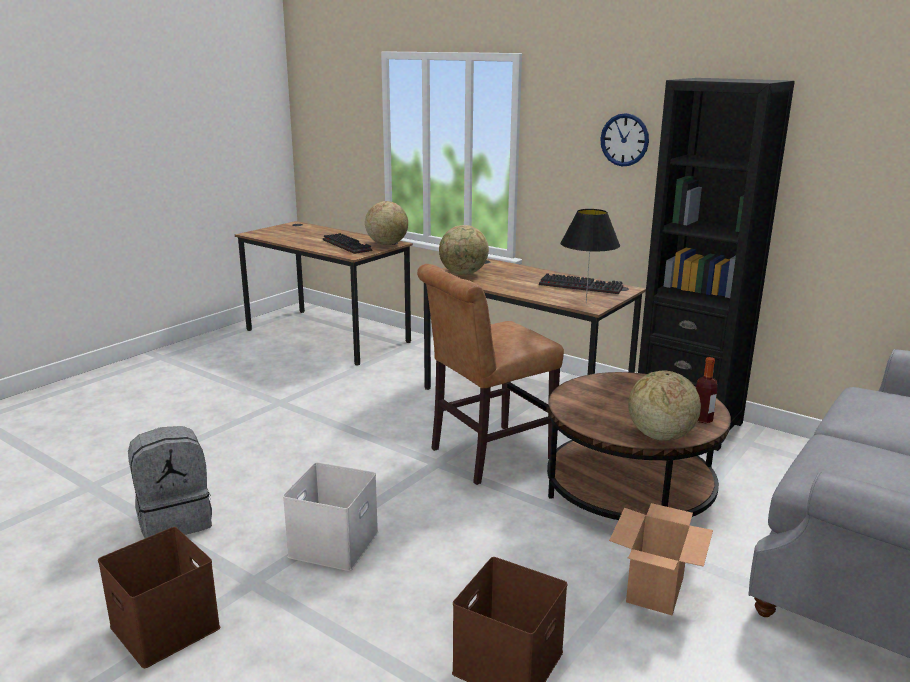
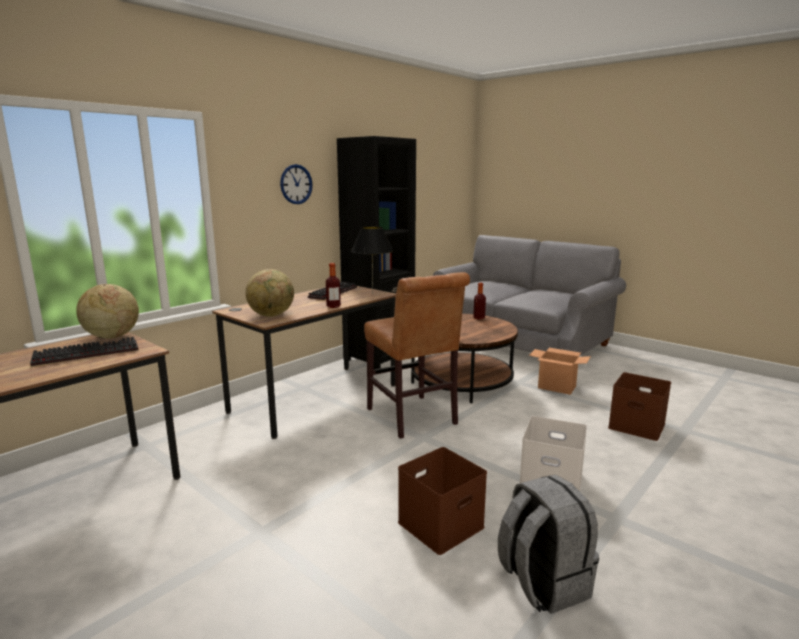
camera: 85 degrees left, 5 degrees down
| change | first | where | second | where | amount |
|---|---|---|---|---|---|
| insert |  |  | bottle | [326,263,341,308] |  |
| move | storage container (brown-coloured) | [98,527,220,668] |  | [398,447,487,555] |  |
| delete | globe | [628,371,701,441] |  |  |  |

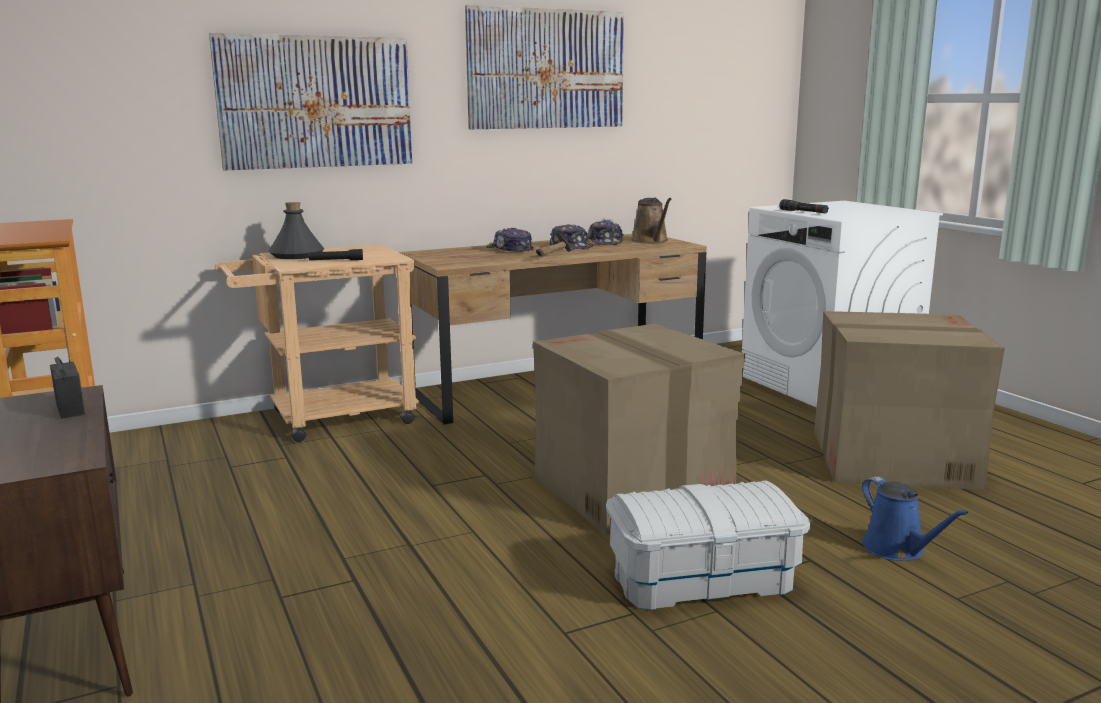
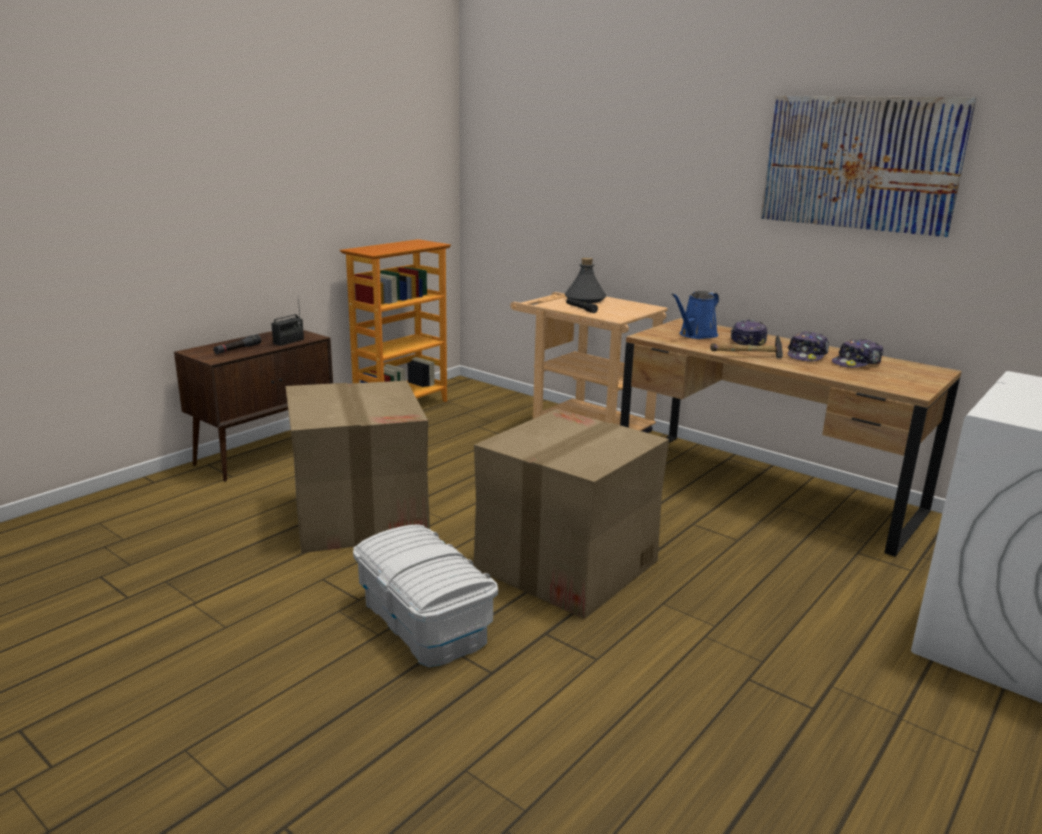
camera: 65 degrees right, 5 degrees up
| change | first | where | second | where | amount |
|---|---|---|---|---|---|
| move | torch (black) | [779,199,829,214] |  | [213,334,261,354] |  |
| move | cardboard box | [814,311,1005,490] |  | [285,381,430,553] |  |
| move | sprinkling can (blue) | [862,476,969,561] |  | [672,291,719,339] |  |
| delete | picture | [209,33,412,170] |  |  |  |
| delete | sprinkling can (brown-coloured) | [631,197,671,243] |  |  |  |

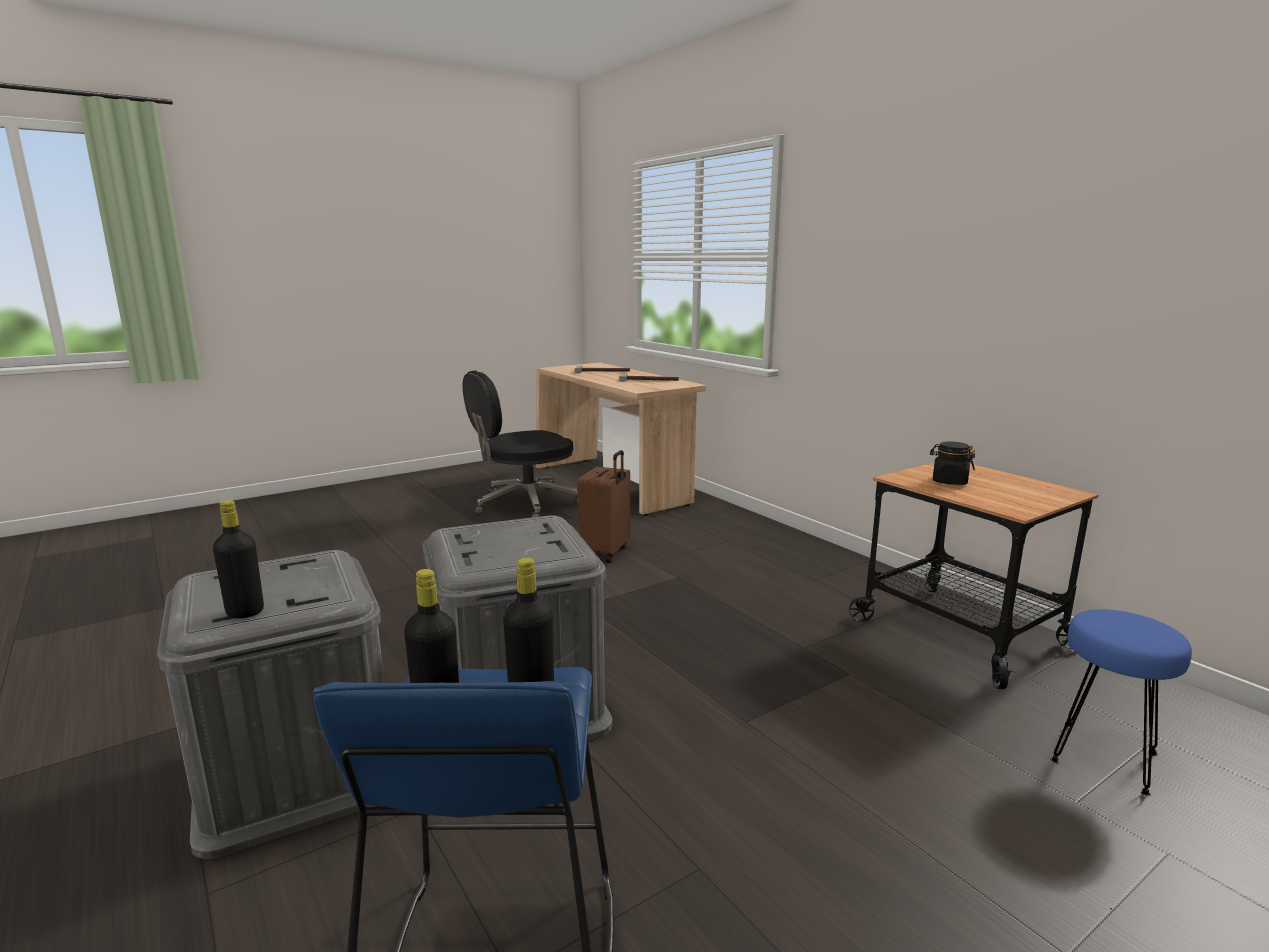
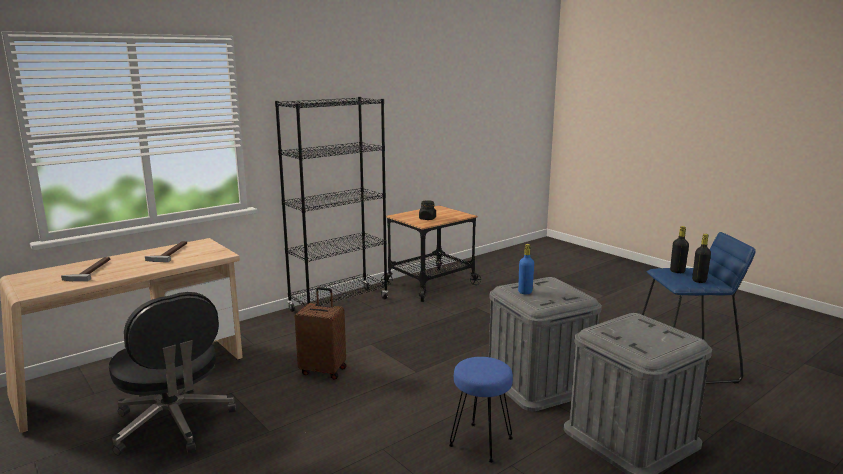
camera: 95 degrees left, 0 degrees up
| change | first | where | second | where | amount |
|---|---|---|---|---|---|
| insert |  |  | bookshelf (black) | [275,97,388,312] |  |
| move | sitting stool (blue) | [1051,609,1192,796] |  | [449,357,513,463] |  |
| insert |  |  | bottle (blue) | [518,244,534,294] |  |
| delete | bottle (black) | [213,500,264,618] |  |  |  |

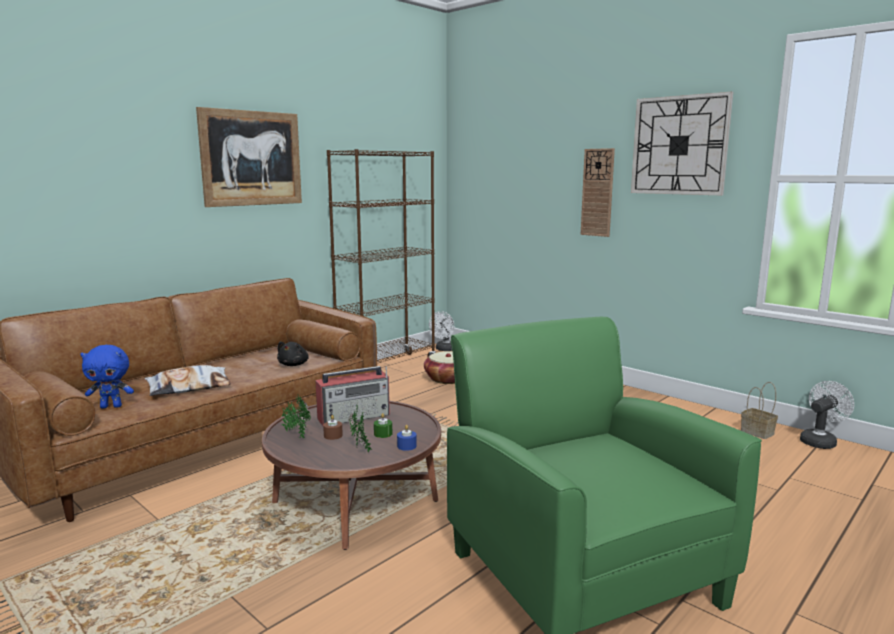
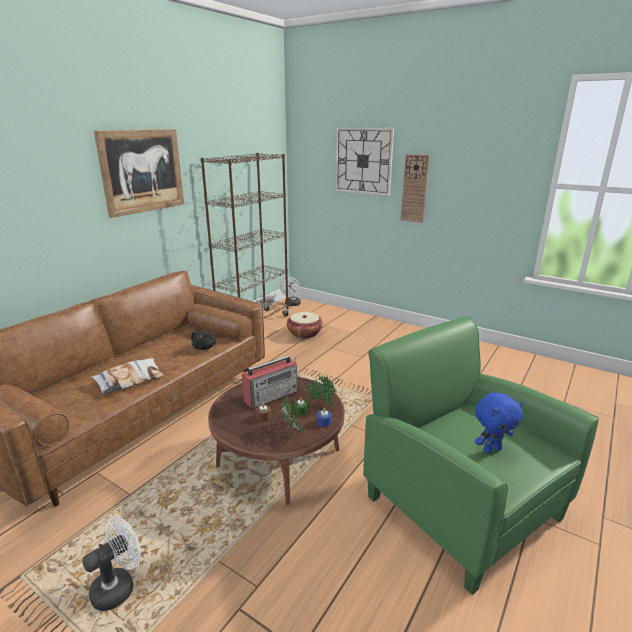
camera: 10 degrees left, 10 degrees up
| change | first | where | second | where | amount |
|---|---|---|---|---|---|
| move | electric fan (white-coloured) | [800,381,854,449] |  | [82,517,140,611] |  |
| move | plant in a pot | [281,395,311,438] |  | [305,375,337,407] |  |
| move | hanging clock | [631,91,733,195] |  | [335,127,394,196] |  |
| move | soft toy (blue) | [80,345,134,408] |  | [475,393,523,453] |  |
| delete | storage basket | [741,382,778,439] |  |  |  |

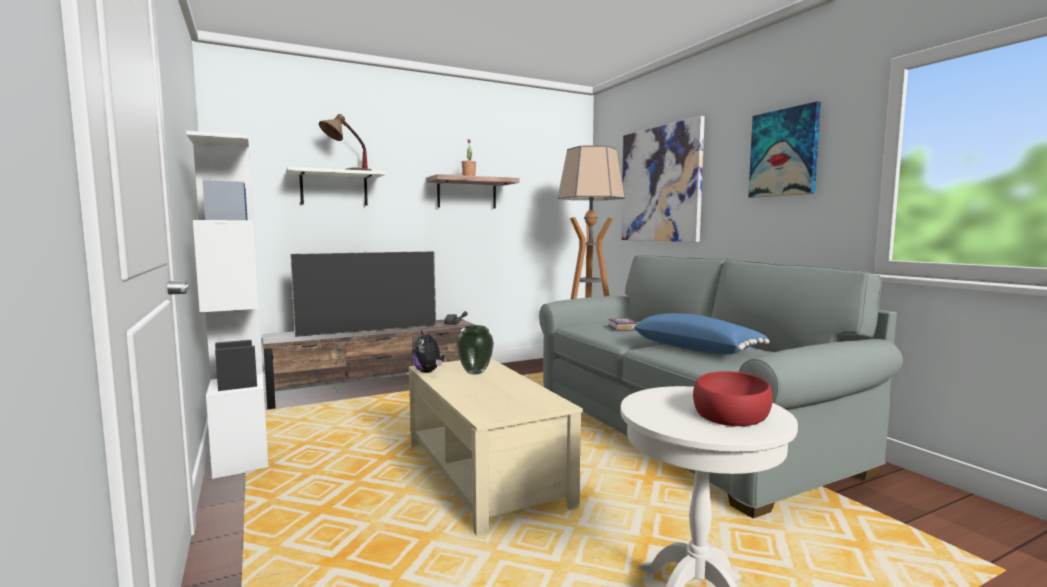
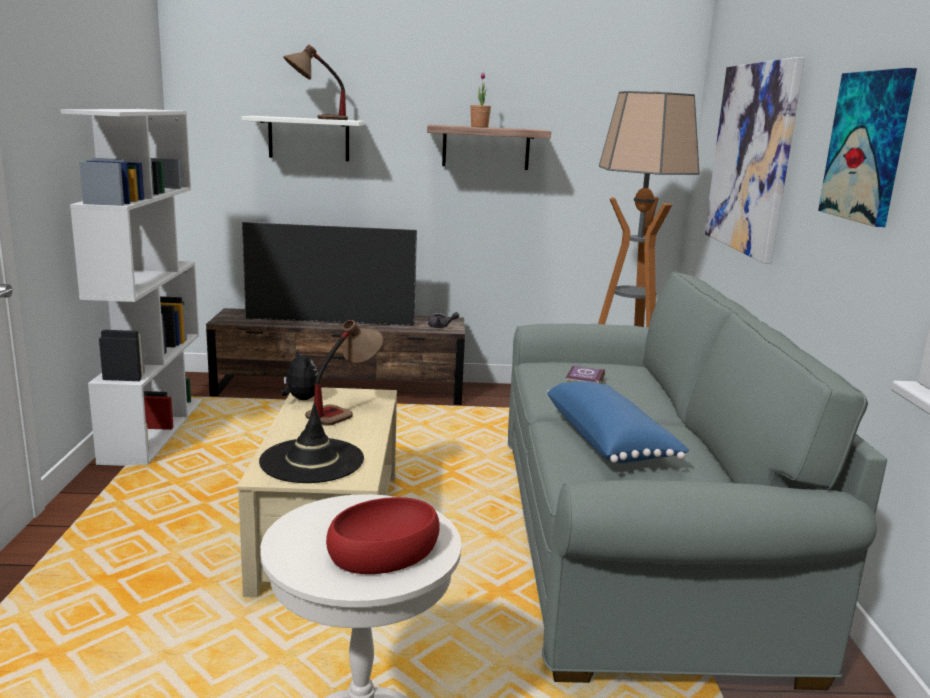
camera: 25 degrees right, 10 degrees up
| change | first | where | second | where | amount |
|---|---|---|---|---|---|
| insert |  |  | hat (black) | [259,403,364,483] |  |
| rotate | soft toy | [412,330,445,373] |  | [281,349,318,400] | 150 degrees clockwise |
| replace | flower vase | [456,325,494,375] | tabletop lamp | [305,320,383,426] |  |

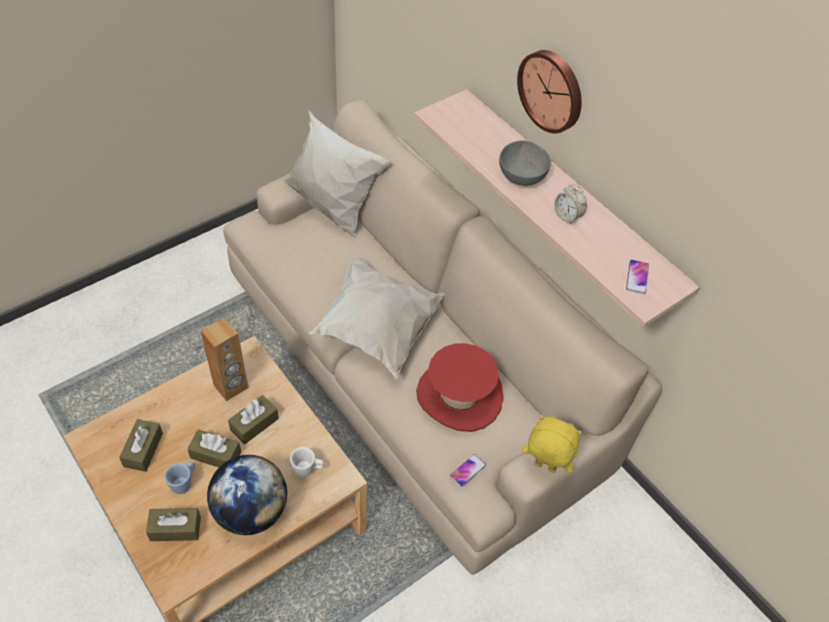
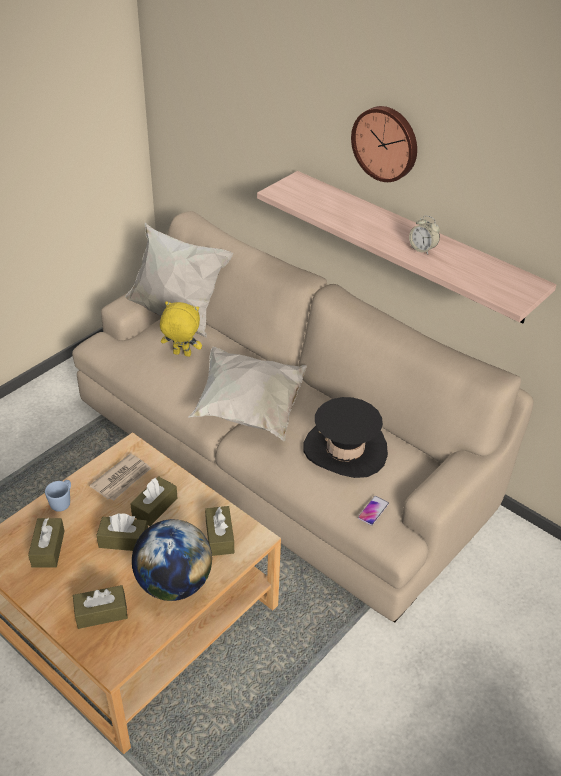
camera: 10 degrees left, 10 degrees down
| change | first | where | second | where | amount |
|---|---|---|---|---|---|
| move | tea mug (blue) | [164,462,195,494] |  | [45,480,71,512] |  |
| replace | speaker (brown-coloured) | [200,318,248,401] | newspaper | [89,453,152,501] |  |
| move | soft toy (yellowish) | [522,415,582,473] |  | [160,301,202,357] |  |
| replace | tea mug (white-coloured) | [290,447,324,477] | tissue box (brown-coloured) | [205,506,234,556] |  |
| recolor | hat (reddish) | [416,343,503,432] | hat (black) | [303,397,388,478] |  |
| delete | deep dish (grey) | [499,140,551,186] |  |  |  |
| delete | phone | [626,260,649,294] |  |  |  |

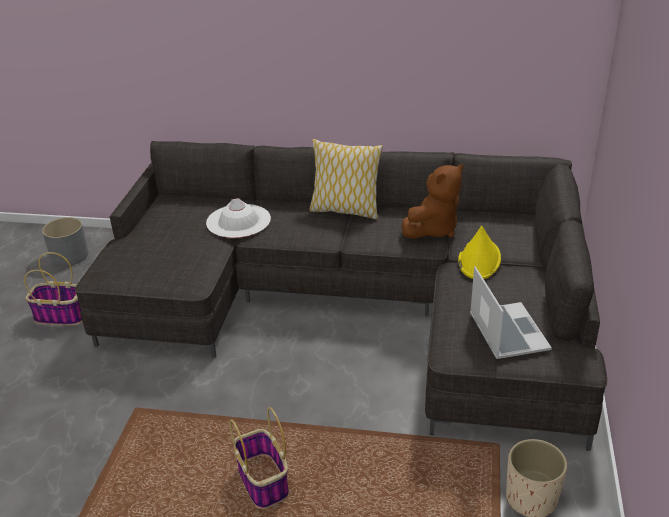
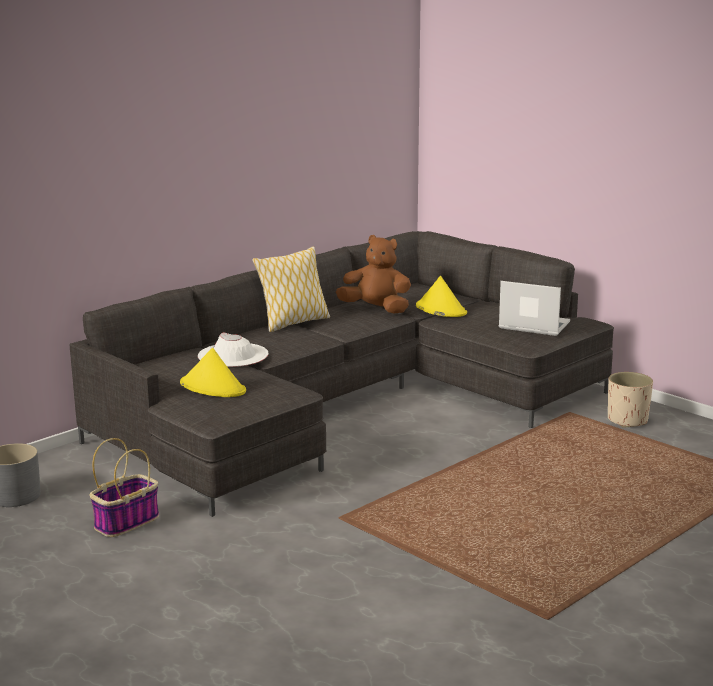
camera: 55 degrees left, 15 degrees down
| change | first | where | second | where | amount |
|---|---|---|---|---|---|
| insert |  |  | hat (yellowish) | [180,348,246,397] |  |
| rotate | soft toy (brown-coloured) | [401,164,463,239] |  | [336,235,411,314] | 60 degrees counterclockwise |
| delete | storage basket | [230,407,289,509] |  |  |  |

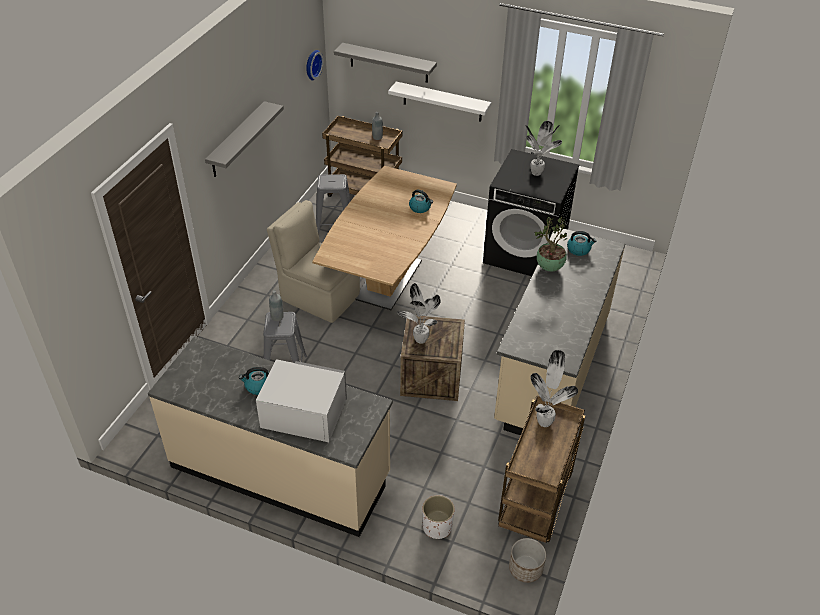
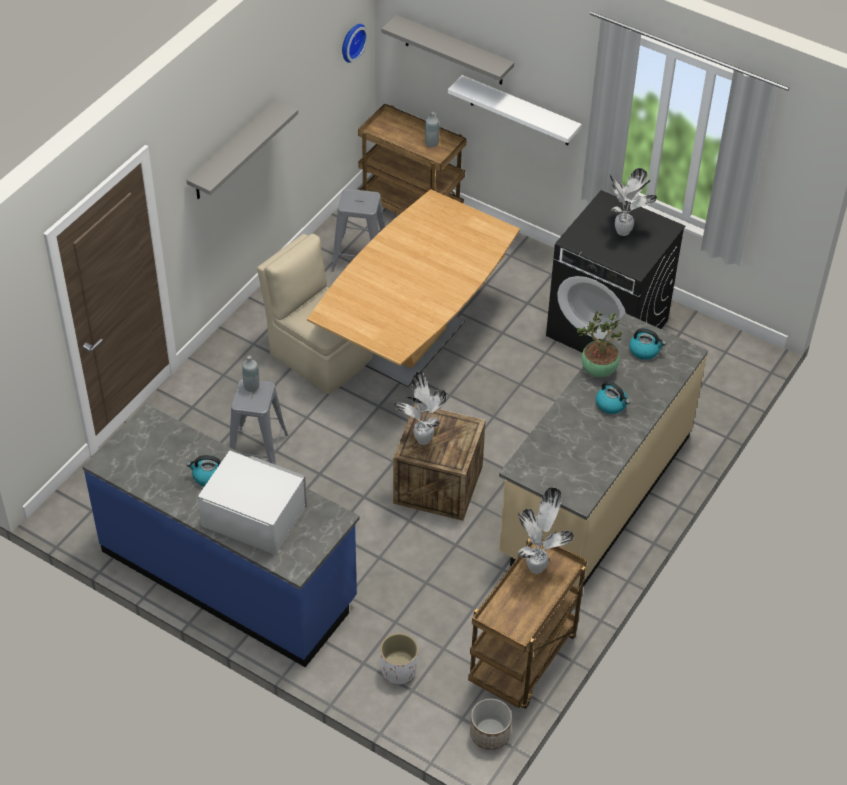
camera: 10 degrees right, 5 degrees up
| change | first | where | second | where | amount |
|---|---|---|---|---|---|
| recolor | counter (beige-coloured) | [148,336,393,537] | counter (blue) | [82,403,360,667] |  |
| move | kettle | [409,190,433,213] |  | [596,381,630,414] |  |

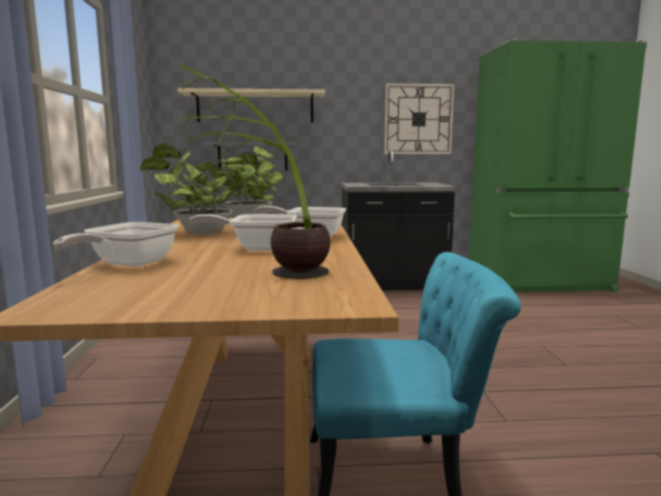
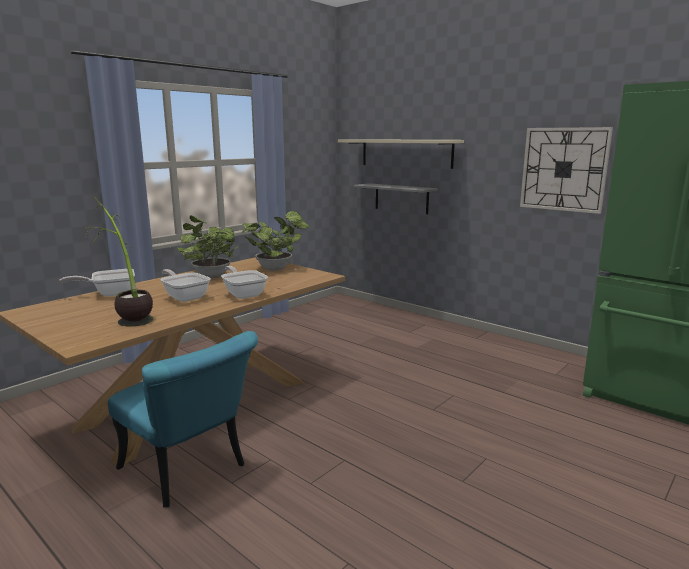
camera: 45 degrees right, 5 degrees up
| change | first | where | second | where | amount |
|---|---|---|---|---|---|
| delete | counter (black) | [341,150,458,291] |  |  |  |

